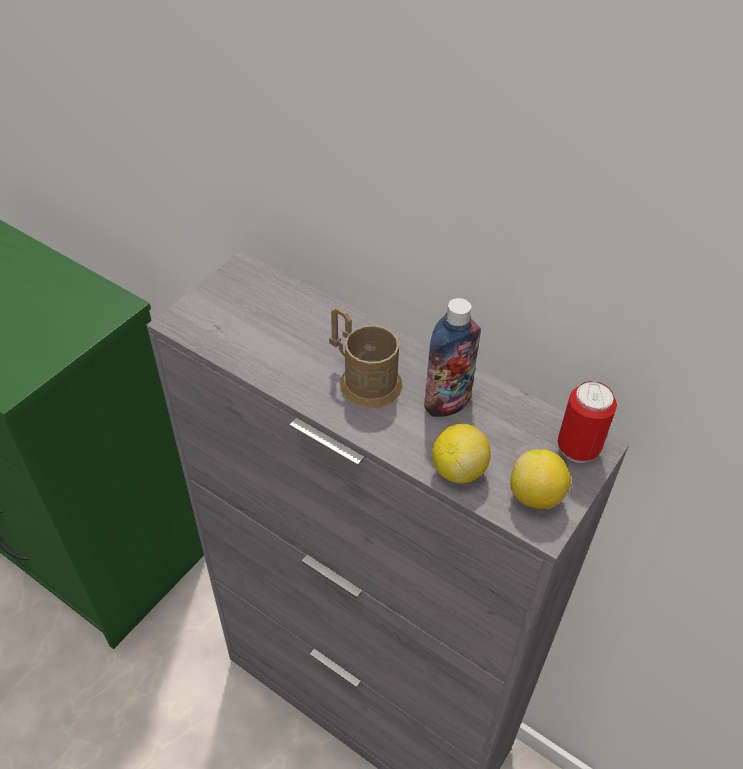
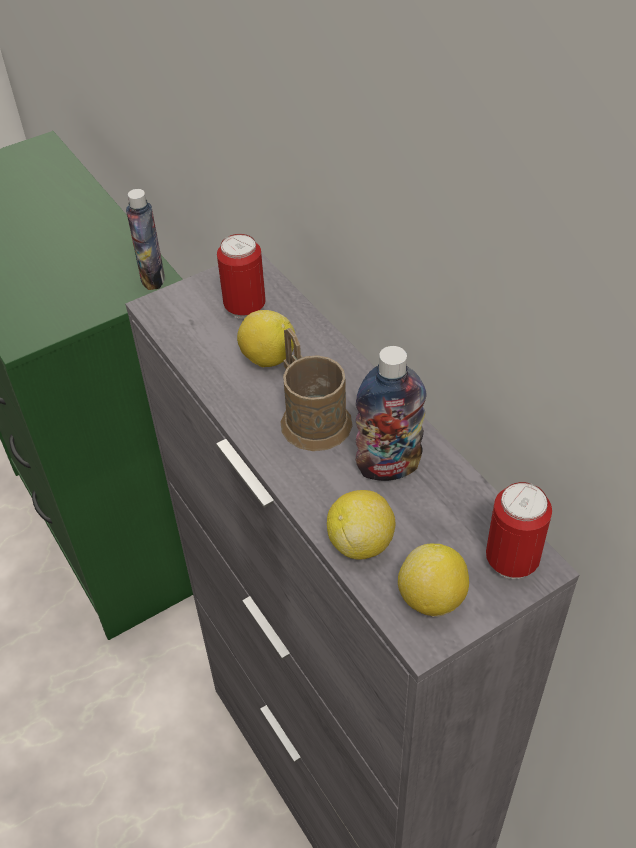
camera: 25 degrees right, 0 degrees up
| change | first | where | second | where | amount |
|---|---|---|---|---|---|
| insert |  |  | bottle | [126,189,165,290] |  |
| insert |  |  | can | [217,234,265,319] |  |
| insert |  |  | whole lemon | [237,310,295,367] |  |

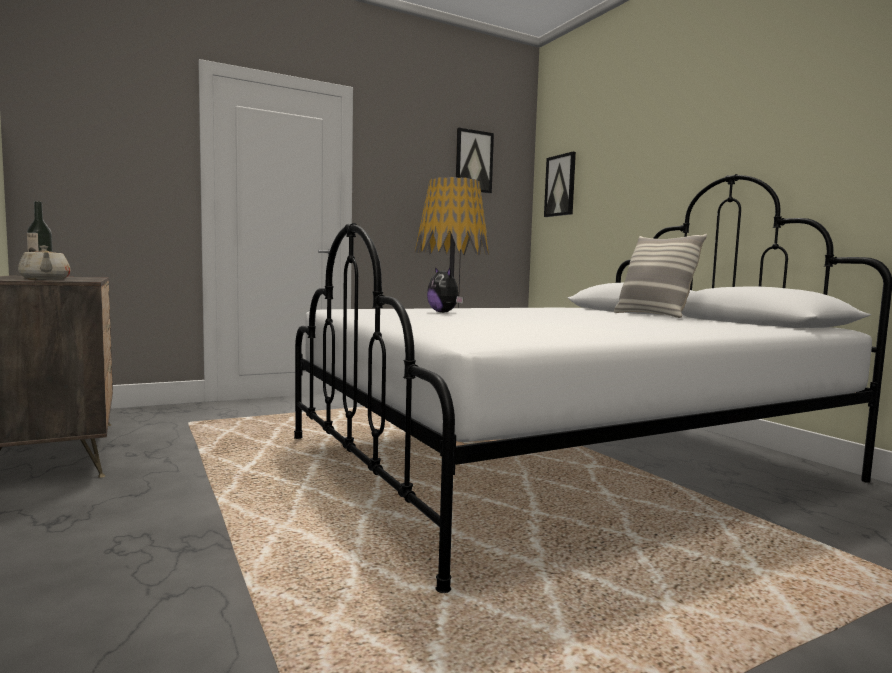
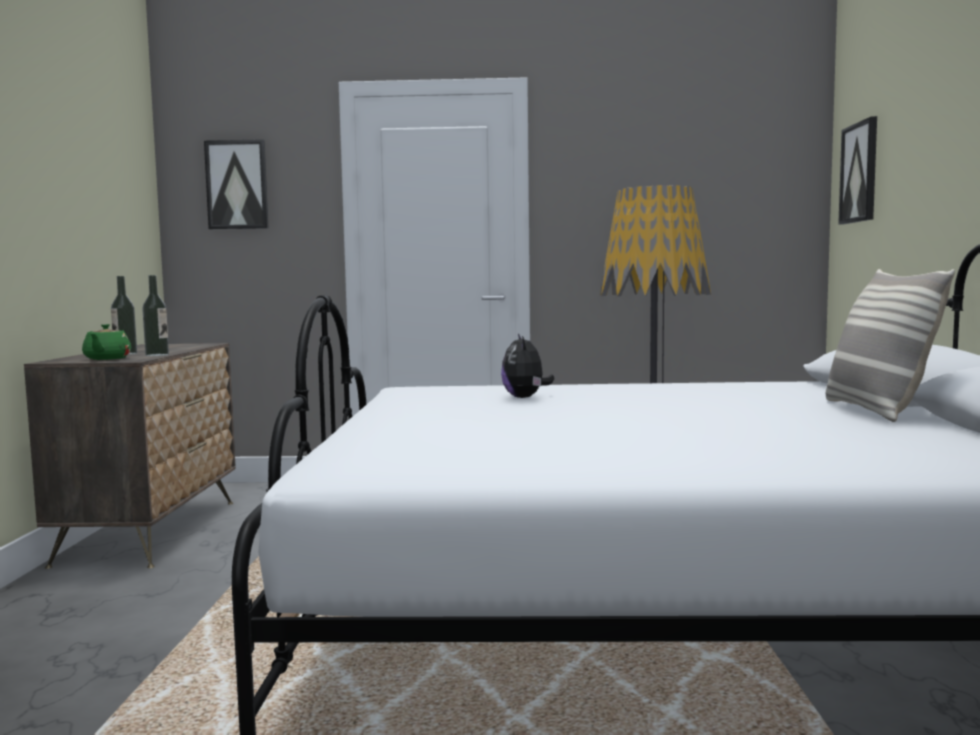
camera: 30 degrees right, 0 degrees up
| change | first | where | second | where | amount |
|---|---|---|---|---|---|
| recolor | pot for tea (beige-coloured) | [18,245,71,280] | pot for tea (green) | [82,324,131,360] |  |
| insert |  |  | bottle | [142,275,169,356] |  |
| move | picture | [456,128,494,193] |  | [204,139,269,230] |  |

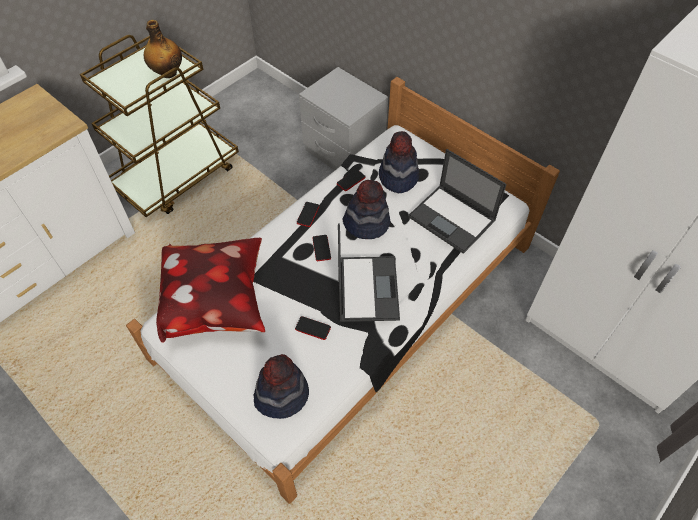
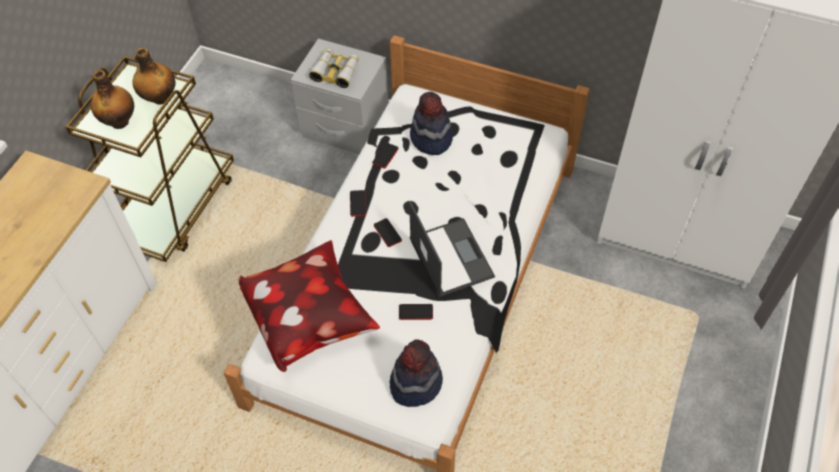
camera: 20 degrees left, 0 degrees up
| change | first | where | second | where | amount |
|---|---|---|---|---|---|
| insert |  |  | bottle | [91,70,134,129] |  |
| insert |  |  | binoculars | [309,49,359,88] |  |
| delete | hat | [343,180,390,239] |  |  |  |
| delete | portable computer | [408,149,507,254] |  |  |  |

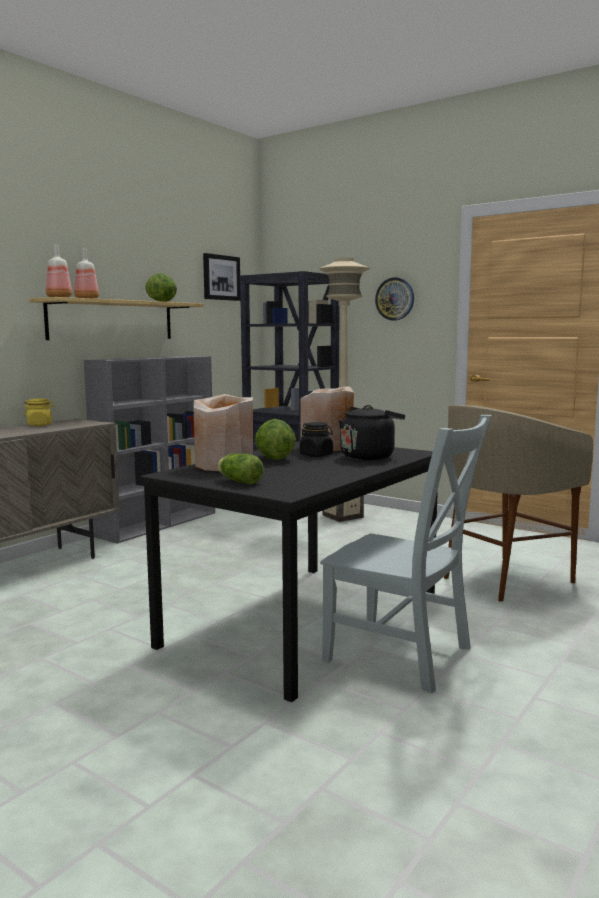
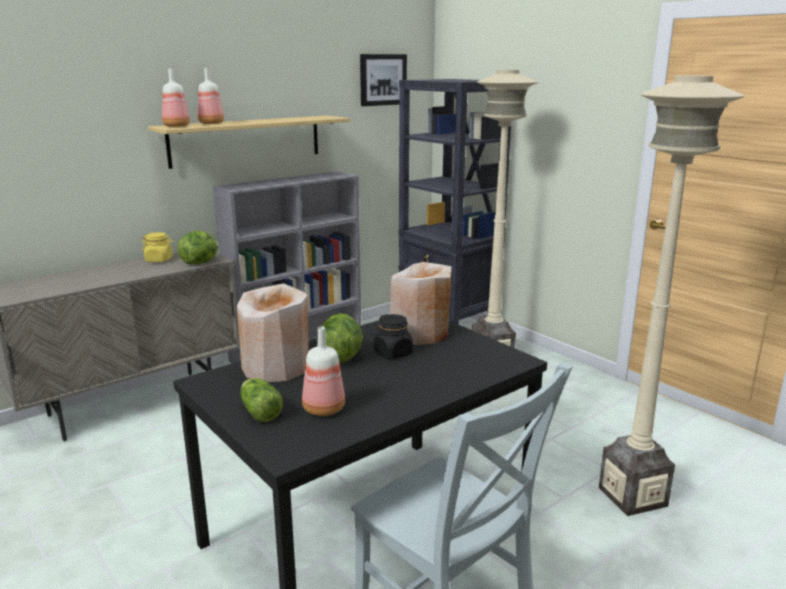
camera: 15 degrees right, 10 degrees up
| change | first | where | second | where | amount |
|---|---|---|---|---|---|
| move | lettuce | [145,273,177,302] |  | [177,231,218,264] |  |
| insert |  |  | bottle | [302,327,345,416] |  |
| replace | sitting stool (beige-coloured) | [444,405,593,602] | floor lamp (beige-coloured) | [599,75,745,516] |  |
| delete | kettle (black) | [339,405,405,460] |  |  |  |
| delete | hanging clock | [375,277,414,321] |  |  |  |

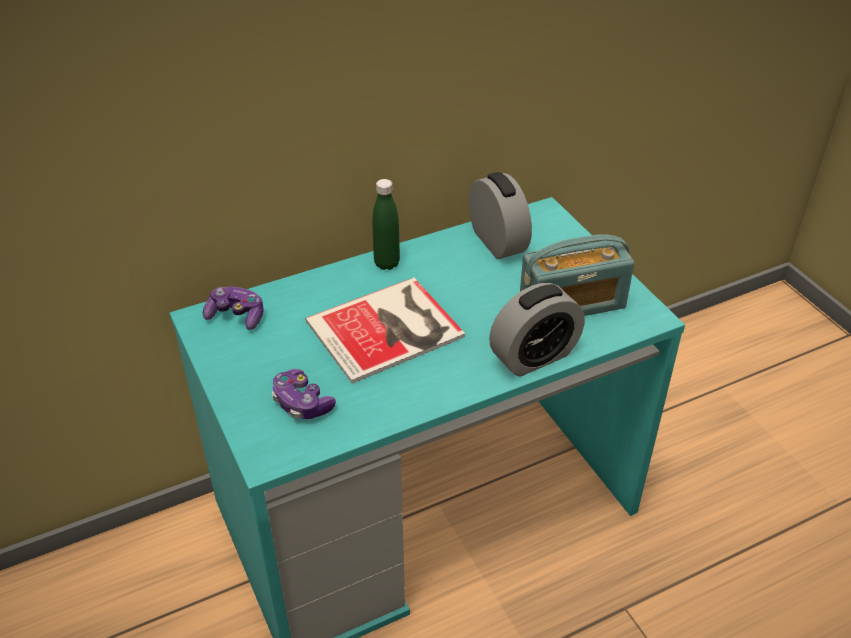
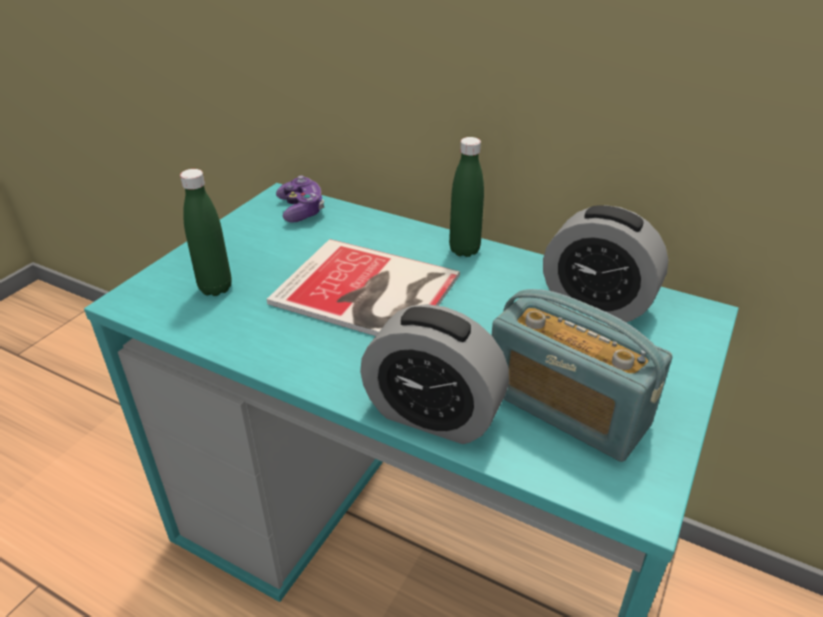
camera: 55 degrees right, 5 degrees down
| change | first | where | second | where | amount |
|---|---|---|---|---|---|
| replace | gamepad | [272,369,336,419] | bottle (green) | [180,169,231,296] |  |
| rotate | table clock | [469,172,532,259] |  | [543,205,668,322] | 90 degrees clockwise |

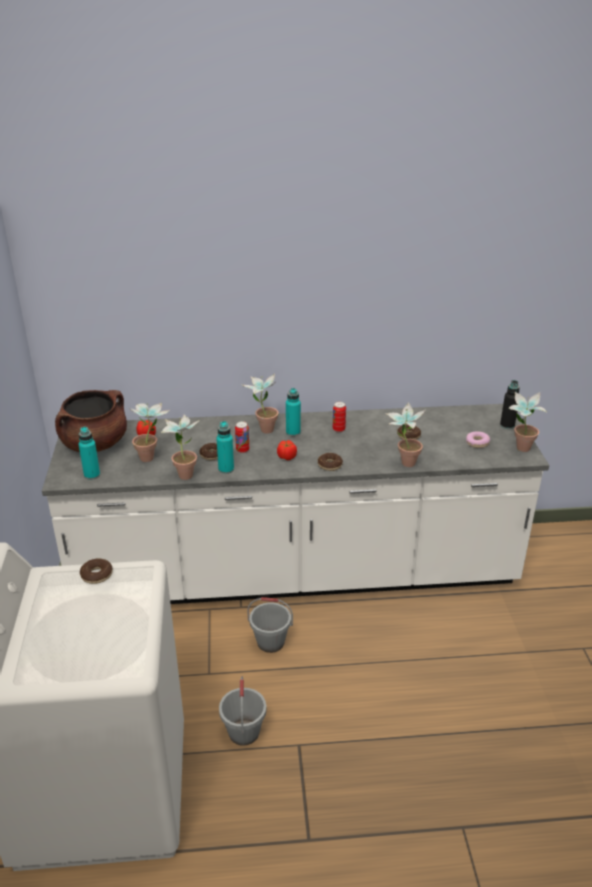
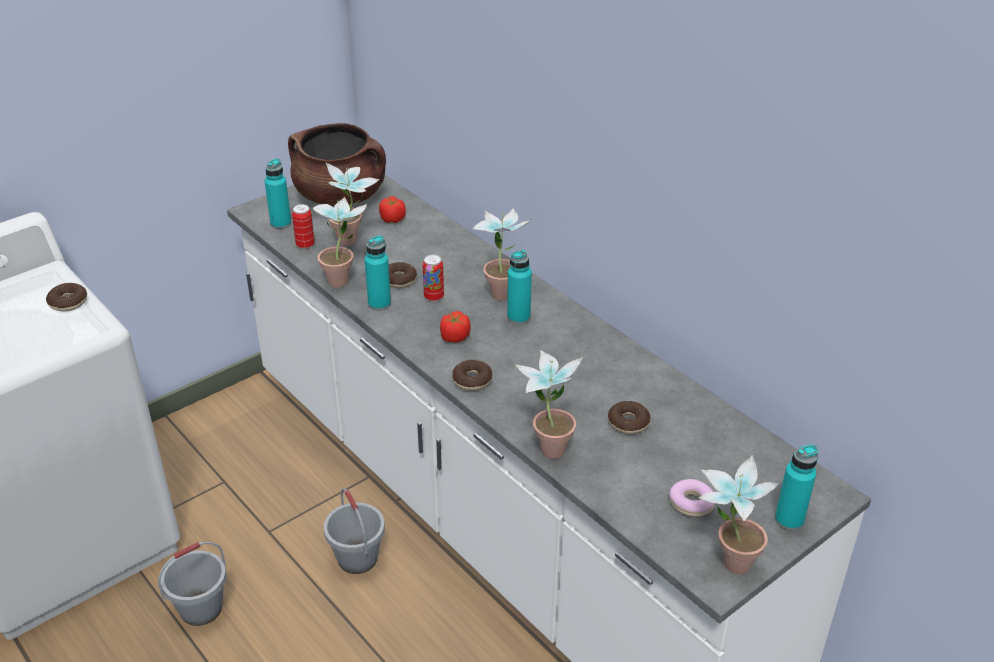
camera: 55 degrees right, 5 degrees up
| change | first | where | second | where | amount |
|---|---|---|---|---|---|
| move | can | [333,402,346,432] |  | [292,204,315,249] |  |
| recolor | bottle (black) | [500,380,520,429] | bottle (turquoise-coloured) | [775,444,818,530] |  |

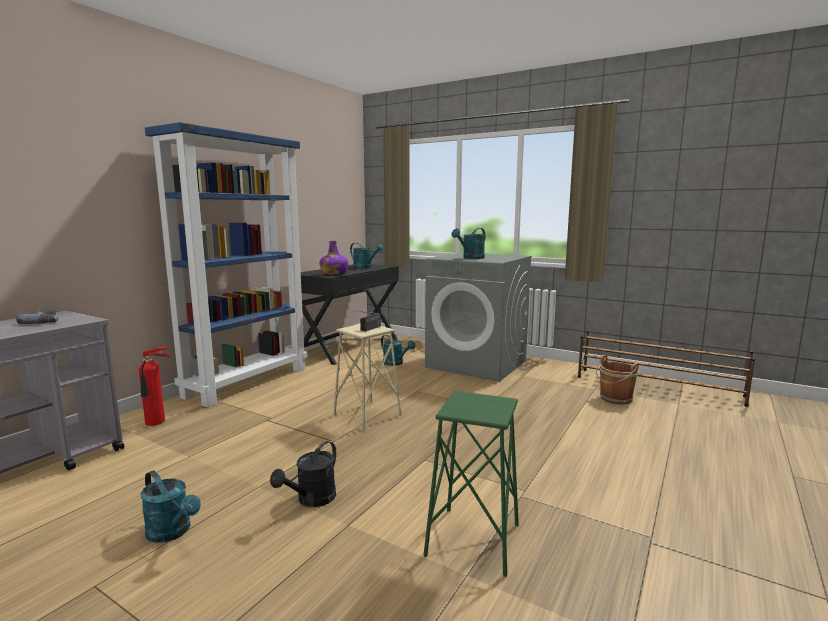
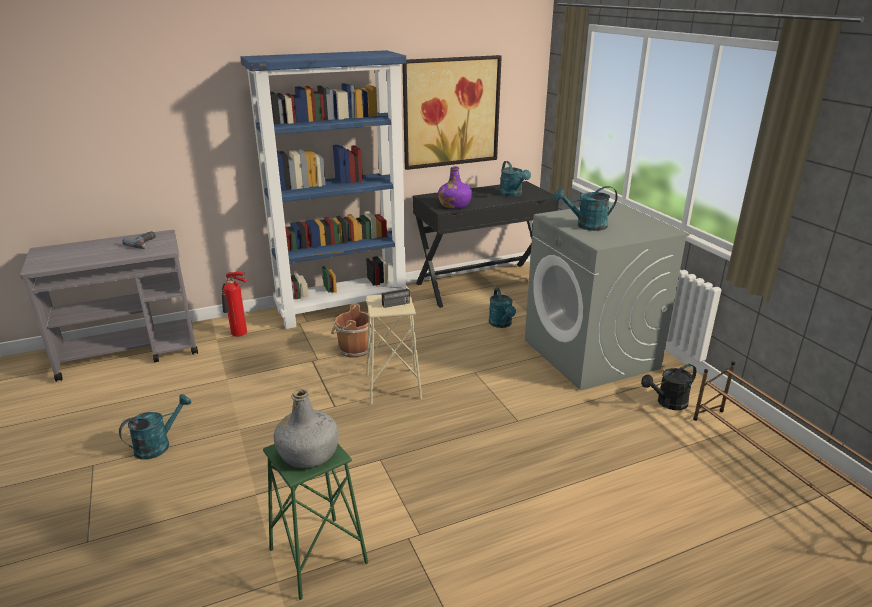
camera: 35 degrees right, 15 degrees up
| change | first | where | second | where | amount |
|---|---|---|---|---|---|
| rotate | sprinkling can (turquoise-coloured) | [141,470,201,543] |  | [119,394,191,460] | 120 degrees counterclockwise |
| insert |  |  | bottle (grey) | [273,389,338,468] |  |
| move | pail (brown-coloured) | [596,355,639,404] |  | [331,303,372,357] |  |
| insert |  |  | picture | [402,55,502,170] |  |
| move | sprinkling can (black) | [270,441,336,507] |  | [641,364,697,410] |  |

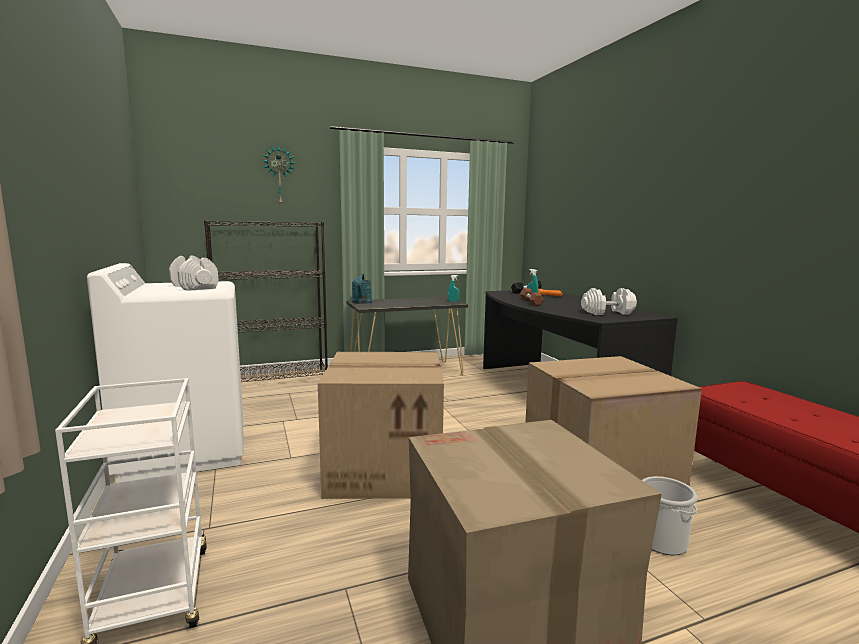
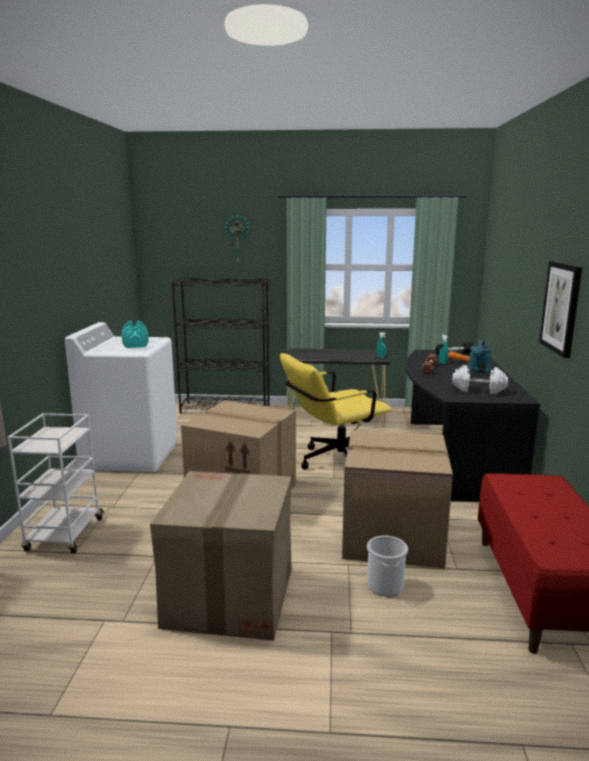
camera: 25 degrees right, 5 degrees up
| change | first | where | second | where | amount |
|---|---|---|---|---|---|
| recolor | dumbbell (white-coloured) | [169,256,219,291] | dumbbell (turquoise-coloured) | [122,320,149,348] |  |
| insert |  |  | office chair (yellowish) | [280,353,392,469] |  |
| move | sprinkling can (turquoise-coloured) | [352,274,372,304] |  | [468,339,492,373] |  |
| insert |  |  | picture | [539,261,582,358] |  |

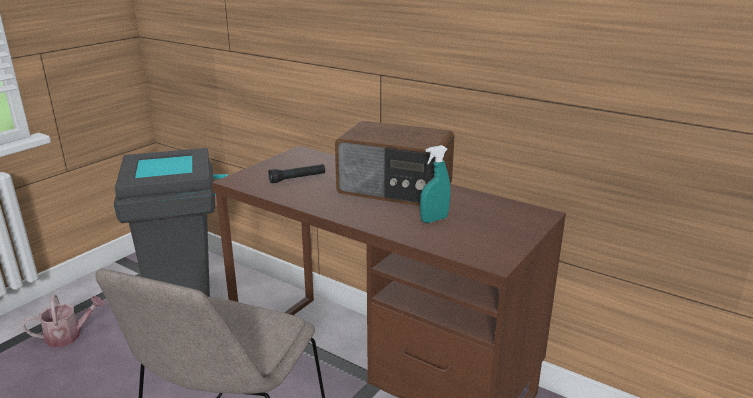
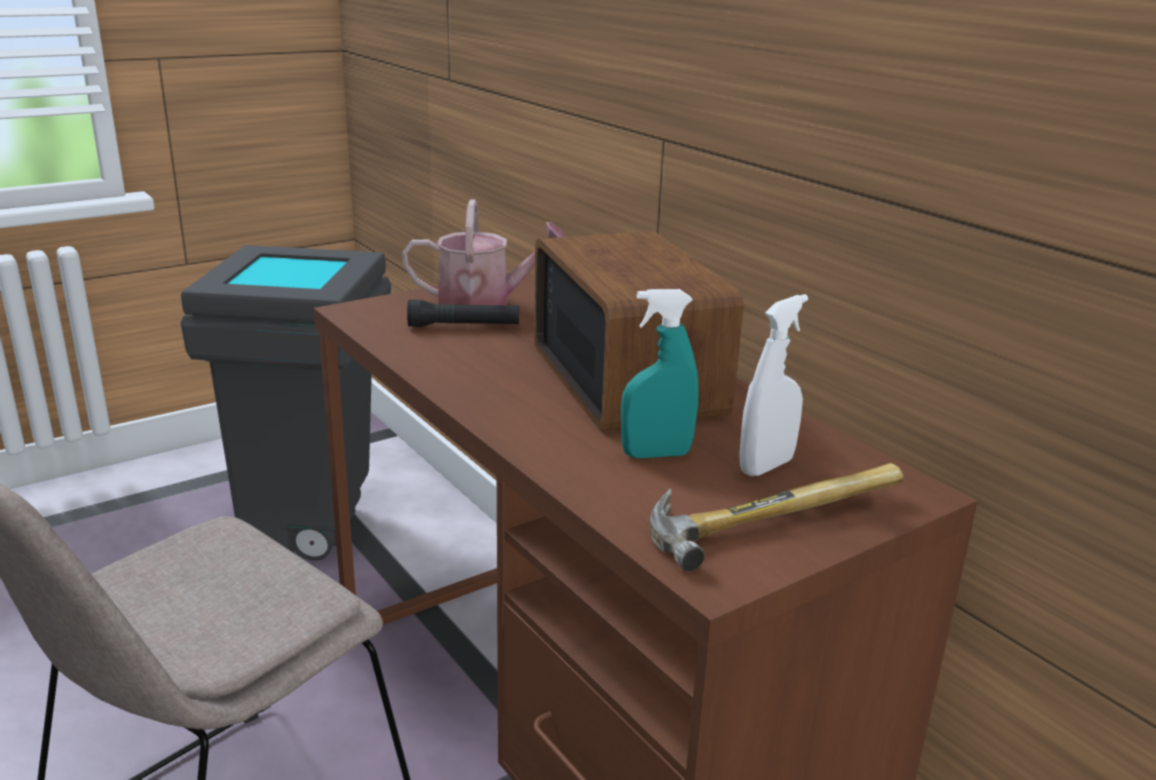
camera: 20 degrees right, 0 degrees up
| change | first | where | second | where | amount |
|---|---|---|---|---|---|
| move | sprinkling can | [22,295,105,347] |  | [402,199,566,305] |  |
| rotate | radio set | [335,121,455,206] |  | [534,231,744,431] | 150 degrees counterclockwise |
| insert |  |  | hammer | [650,463,904,571] |  |
| insert |  |  | sprayer (white-coloured) | [739,294,808,476] |  |

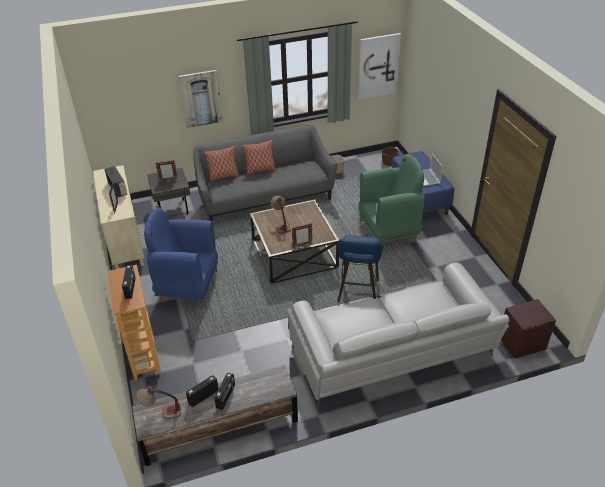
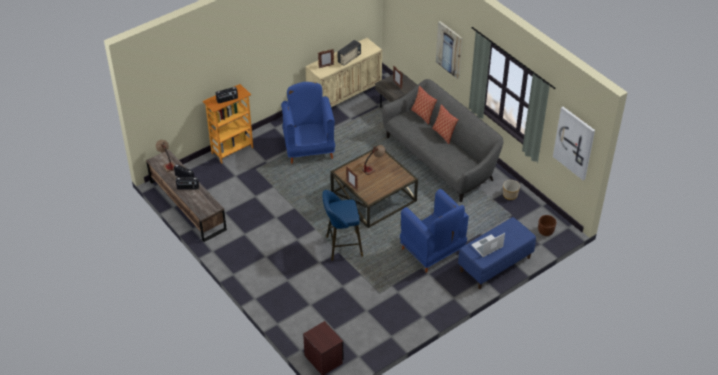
camera: 70 degrees right, 5 degrees up
| change | first | where | second | where | amount |
|---|---|---|---|---|---|
| recolor | armchair (green) | [358,154,425,243] | armchair (blue) | [400,189,469,273] |  |
| delete | couch (grey) | [287,262,509,407] |  |  |  |

